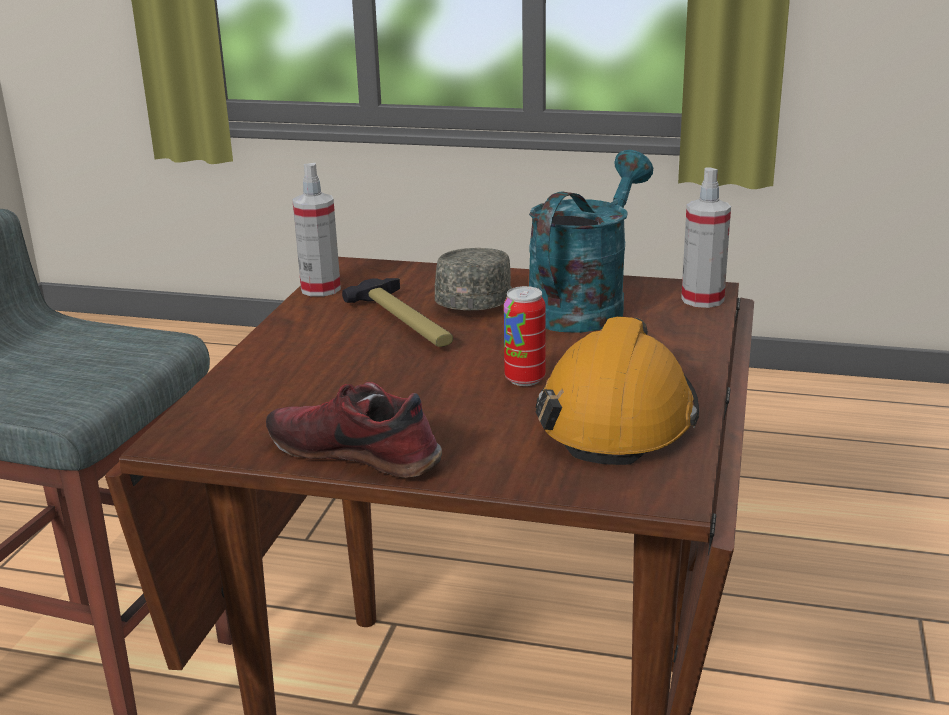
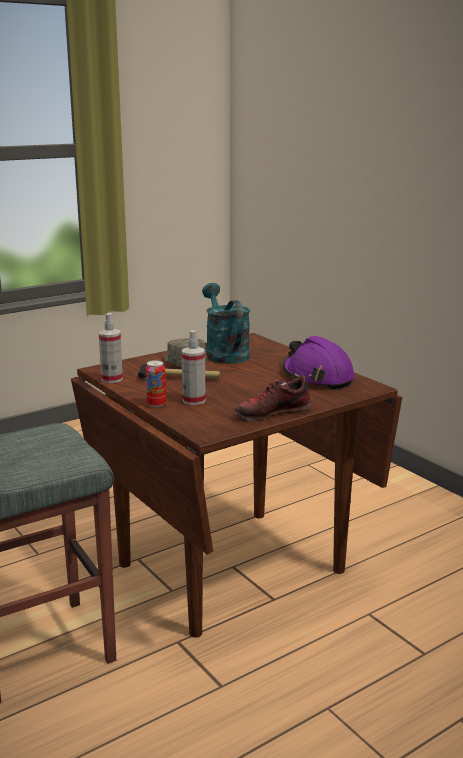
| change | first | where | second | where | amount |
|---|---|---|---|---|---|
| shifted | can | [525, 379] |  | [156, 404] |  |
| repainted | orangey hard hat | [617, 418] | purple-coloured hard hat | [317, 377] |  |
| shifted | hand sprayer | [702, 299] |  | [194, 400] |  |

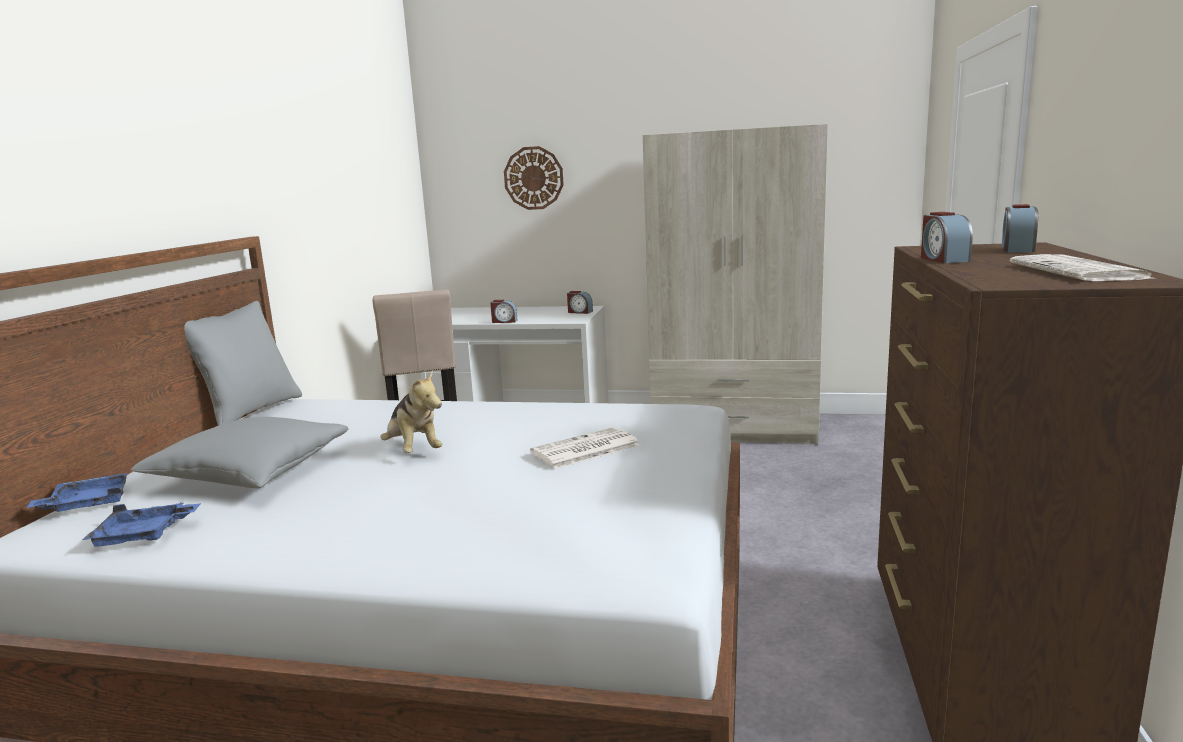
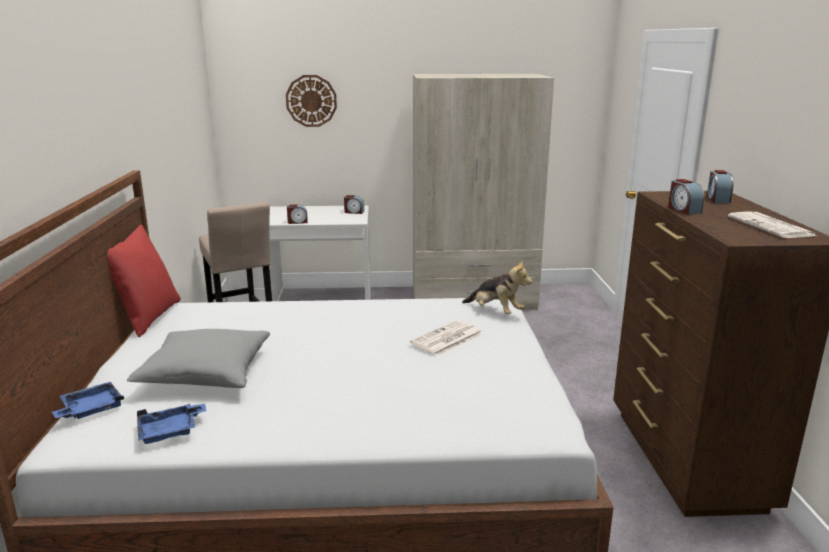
| change | first | where | second | where | amount |
|---|---|---|---|---|---|
| repainted | greyish pillow | [250, 412] | red pillow | [148, 318] |  |
| shifted | soft toy | [413, 451] |  | [495, 312] |  |

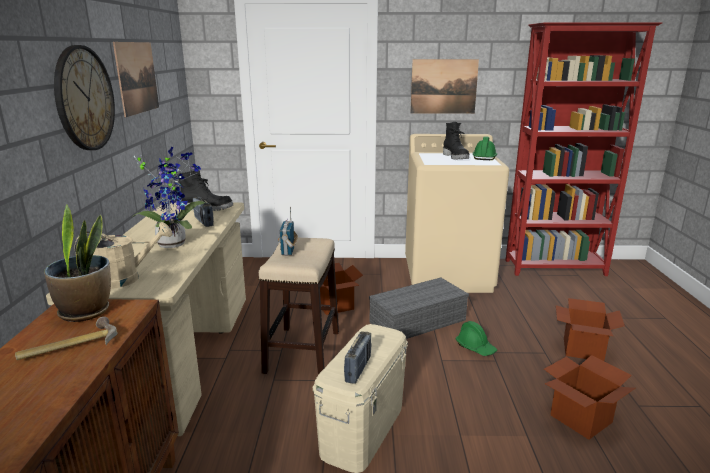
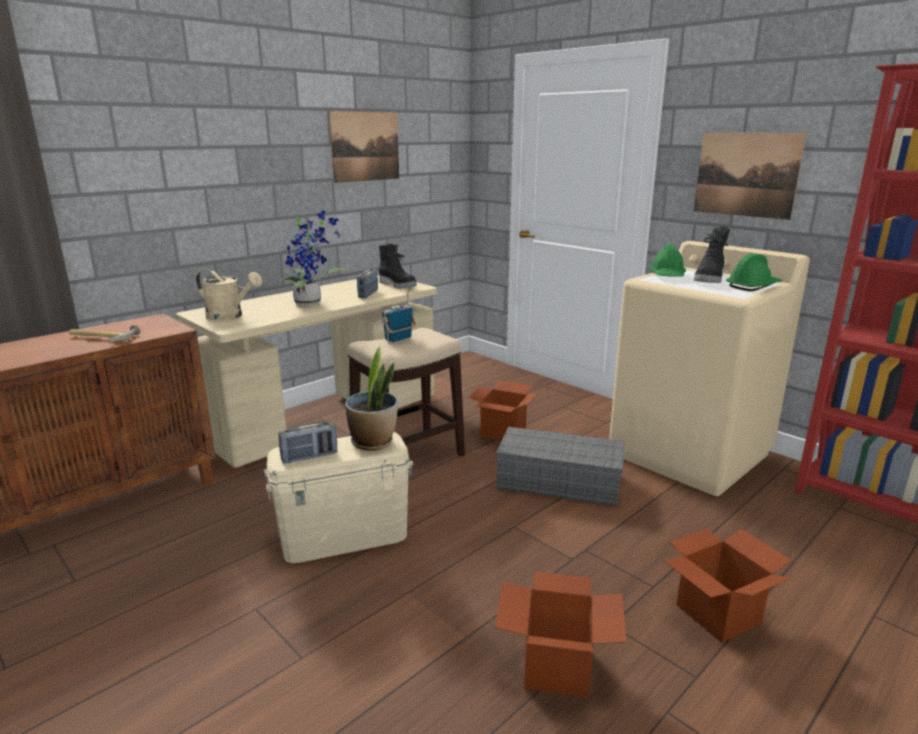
| change | first | where | second | where | amount |
|---|---|---|---|---|---|
| shifted | plant in a pot | [86, 311] |  | [373, 442] |  |
| gone | clock on the wall | [84, 99] |  |  |  |
| shifted | green hard hat | [475, 347] |  | [667, 276] |  |

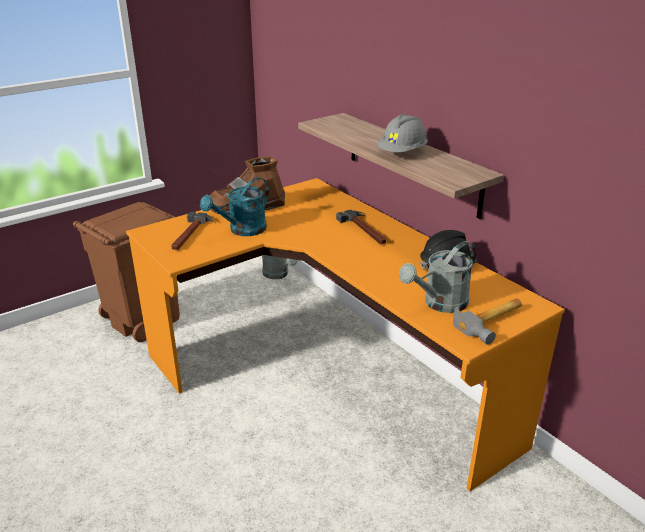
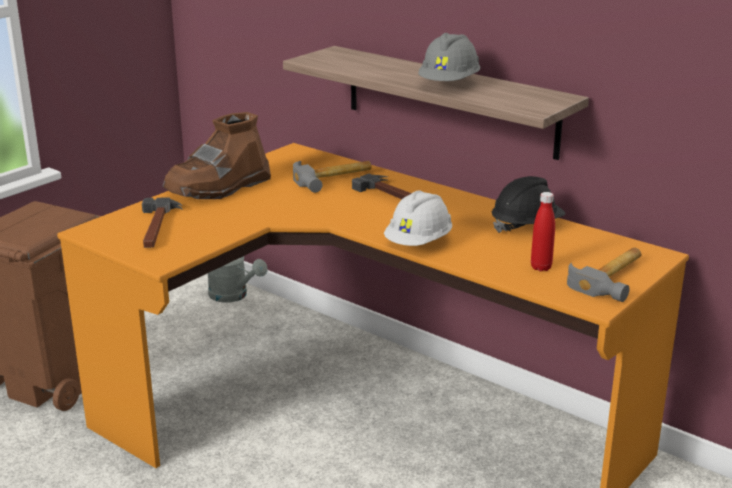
| change | first | where | second | where | amount |
|---|---|---|---|---|---|
| gone | turquoise-coloured watering pot | [242, 230] |  |  |  |
| swapped | greyish watering pot | [440, 304] | red beverage bottle | [541, 267] |  |
| new |  |  | hand hammer | [335, 179] |  |
| new |  |  | white-coloured hard hat | [418, 243] |  |

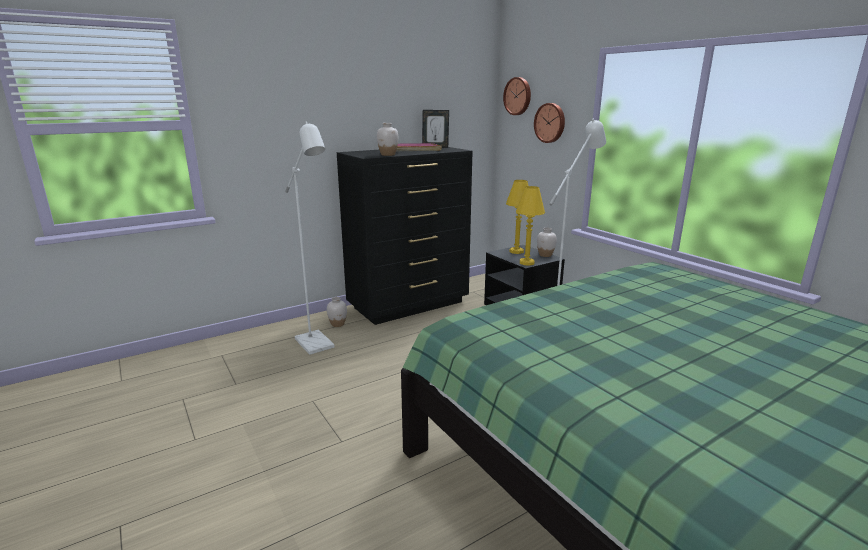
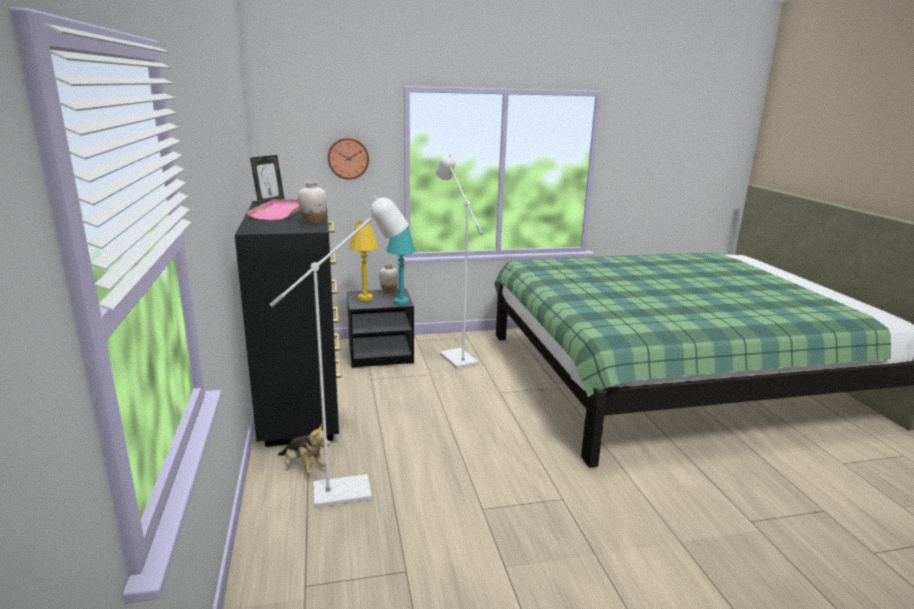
| change | first | where | second | where | amount |
|---|---|---|---|---|---|
| swapped | white-coloured flower vase | [338, 324] | soft toy | [304, 466] |  |
| gone | clock on the wall | [518, 96] |  |  |  |
| repainted | yellowish table lamp | [526, 263] | turquoise-coloured table lamp | [401, 302] |  |

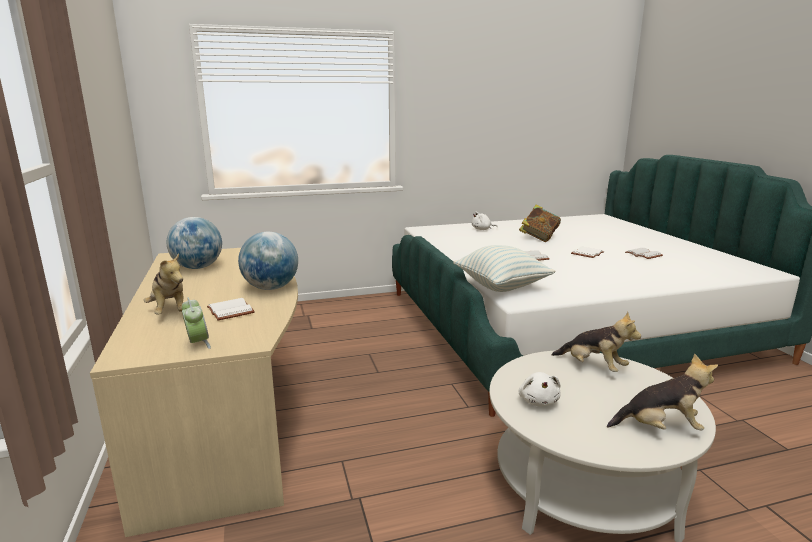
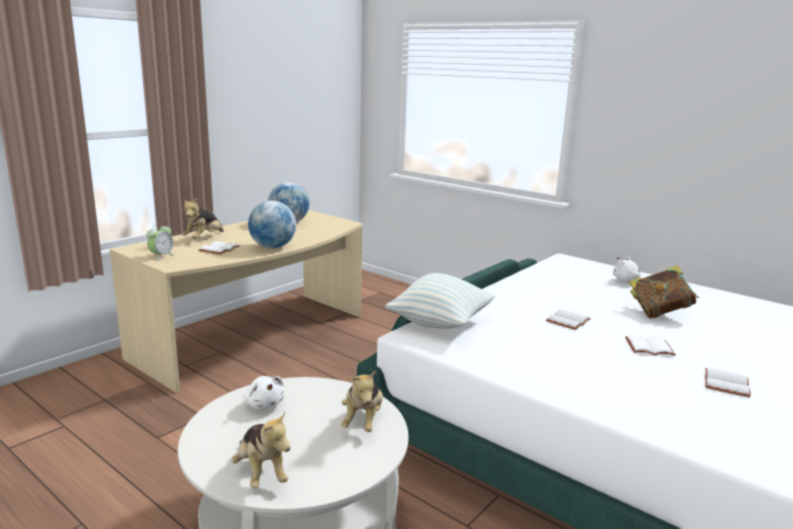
| change | first | where | second | where | amount |
|---|---|---|---|---|---|
| rotated | white-coloured soft toy | [538, 401] |  | [264, 404] | 90 degrees counterclockwise |

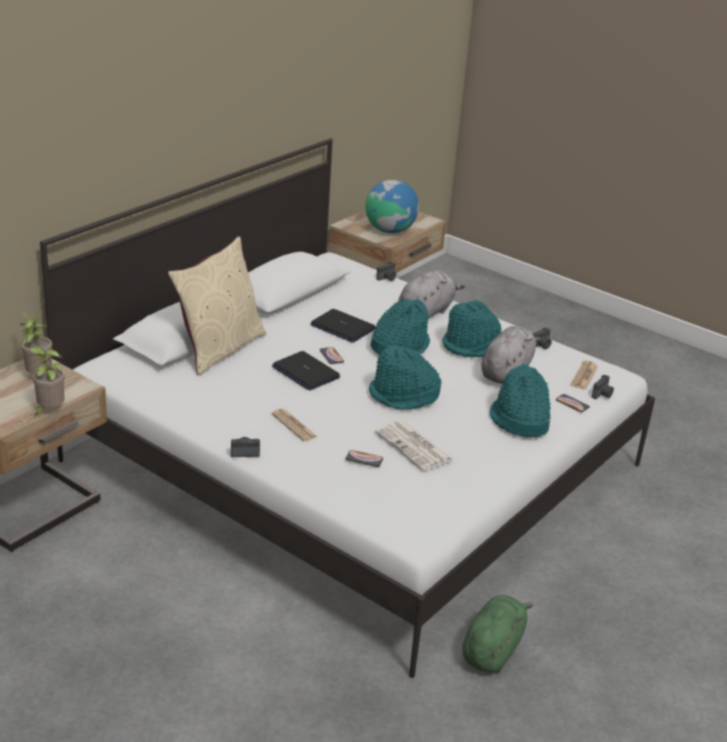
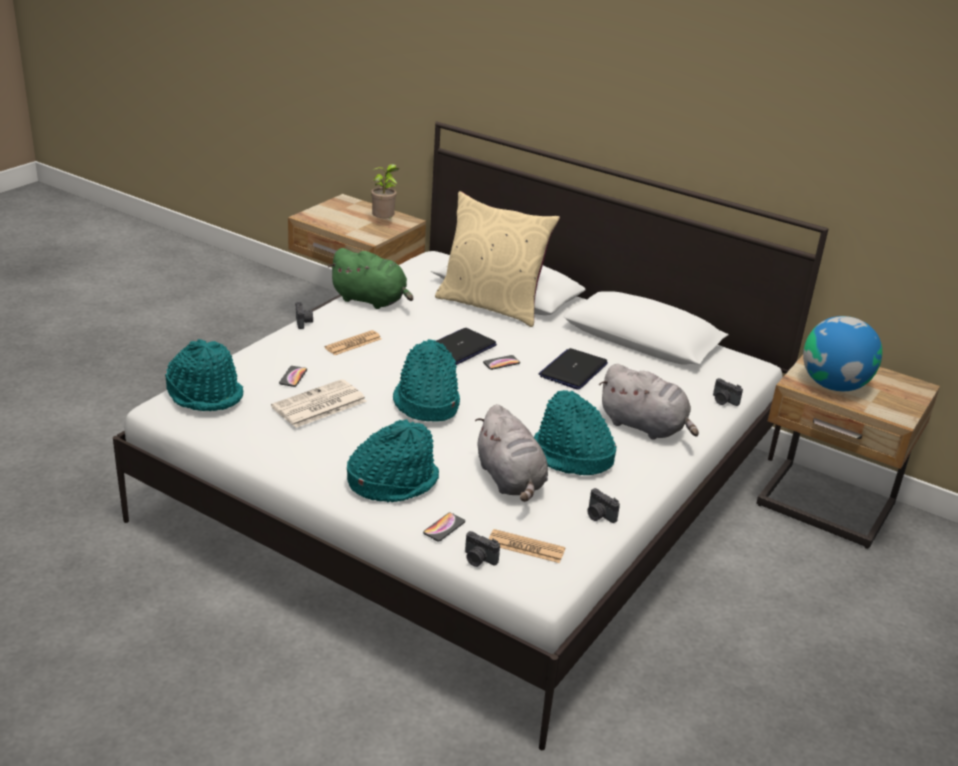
| change | first | where | second | where | amount |
|---|---|---|---|---|---|
| gone | plant in a pot | [49, 410] |  |  |  |
| shifted | turquoise-coloured wearable hat | [399, 346] |  | [206, 395] |  |
| shifted | green soft toy | [492, 650] |  | [371, 300] |  |
| rotated | greyish soft toy | [506, 372] |  | [511, 480] | 45 degrees clockwise |

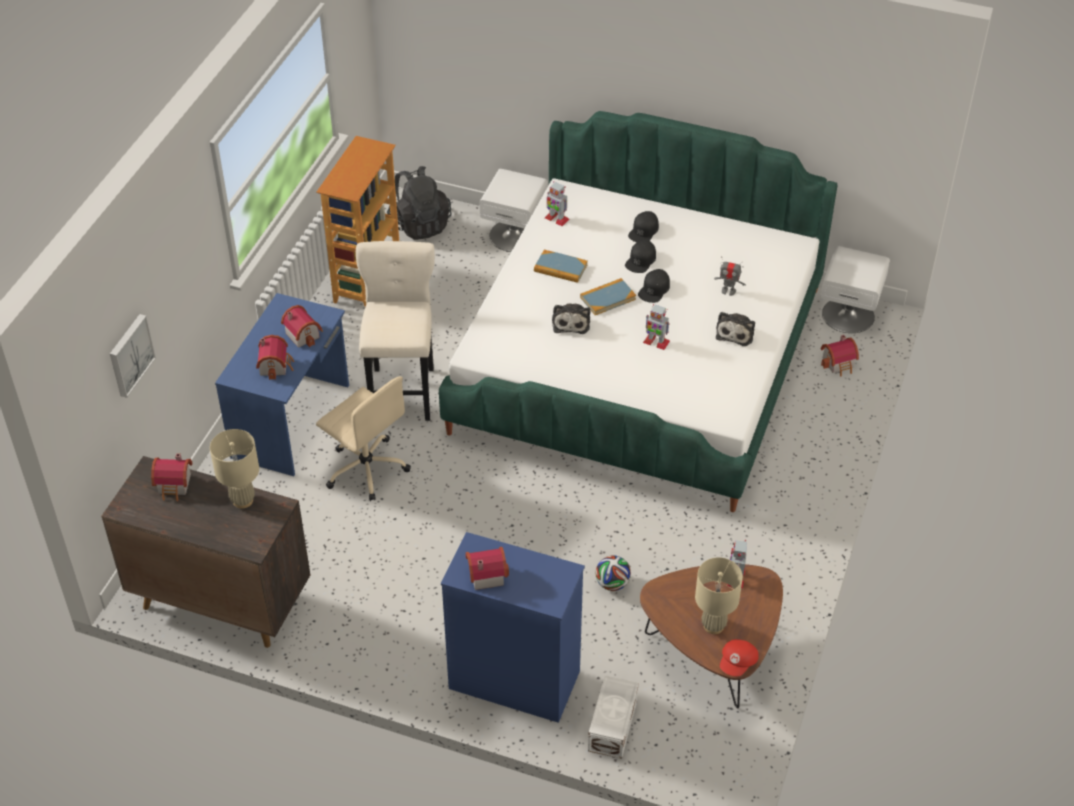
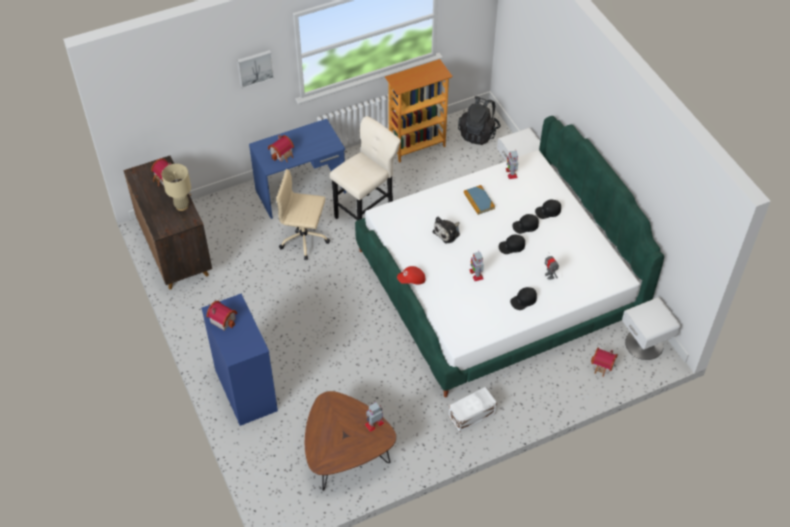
| change | first | where | second | where | amount |
|---|---|---|---|---|---|
| shifted | picture | [130, 355] |  | [255, 68] |  |
| gone | model house | [304, 334] |  |  |  |
| rotated | beige-coloured office chair | [366, 468] |  | [305, 239] | 105 degrees clockwise |
| gone | bound book | [607, 298] |  |  |  |
| shifted | white-coloured storage container | [614, 725] |  | [472, 415] |  |
| gone | ball for football | [612, 584] |  |  |  |
| gone | beige-coloured table lamp | [713, 625] |  |  |  |
| swapped | soft toy | [736, 332] | black-coloured cap | [523, 300] |  |
| shifted | red cap | [738, 663] |  | [412, 280] |  |

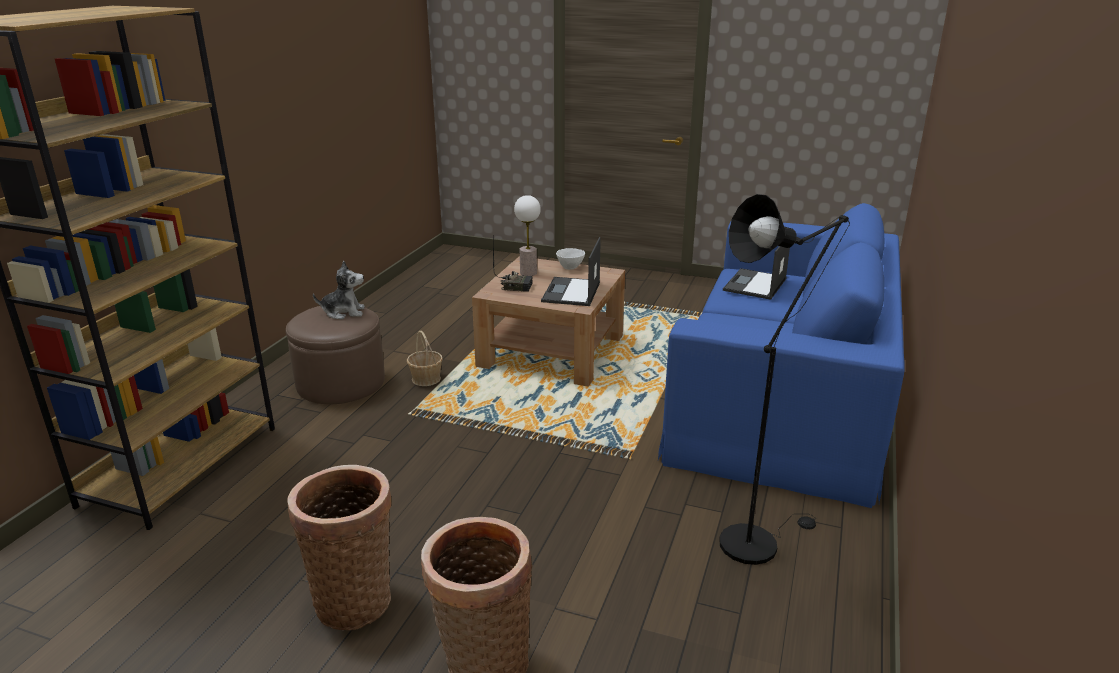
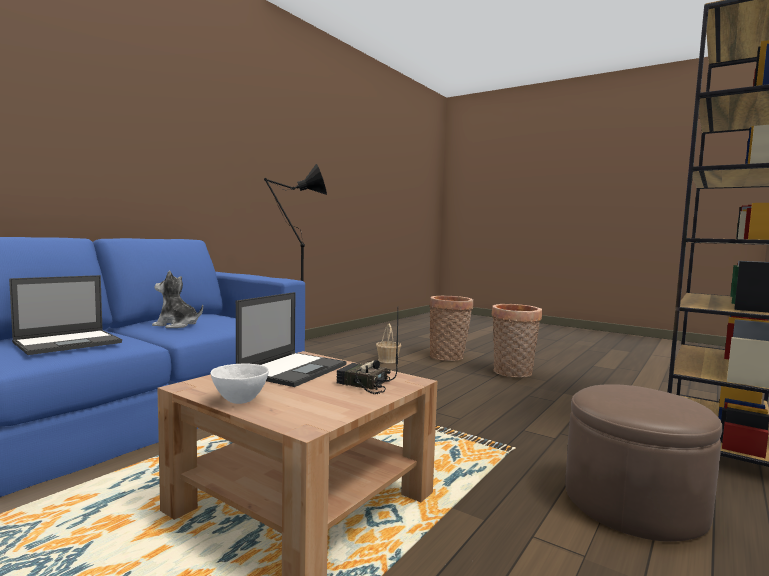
| change | first | where | second | where | amount |
|---|---|---|---|---|---|
| shifted | soft toy | [344, 312] |  | [177, 325] |  |
| shifted | storage basket | [426, 379] |  | [388, 360] |  |
| gone | table lamp | [528, 273] |  |  |  |

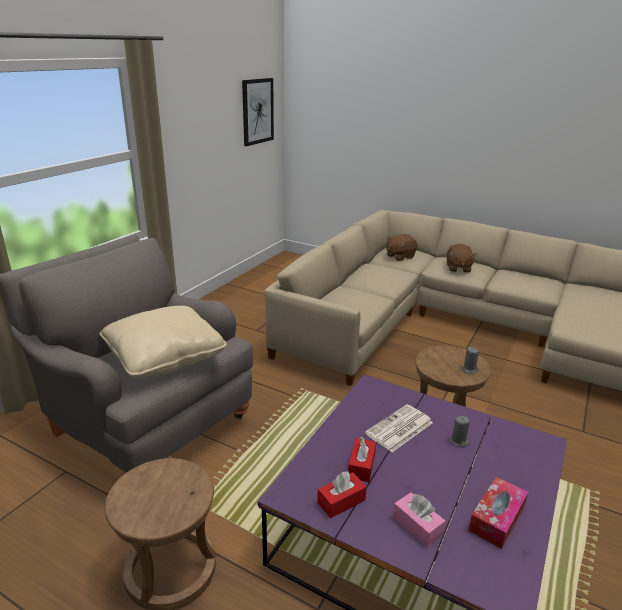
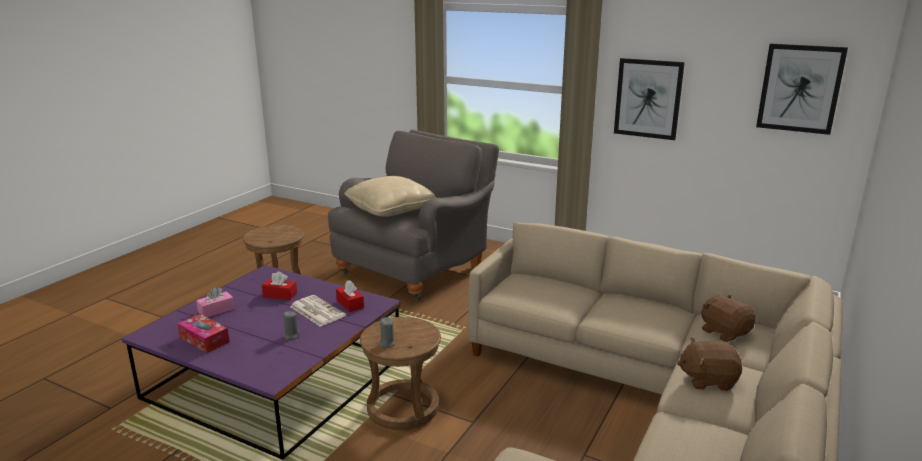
| change | first | where | second | where | amount |
|---|---|---|---|---|---|
| shifted | red tissue holder | [341, 501] |  | [350, 304] |  |
| new |  |  | picture | [648, 98] |  |

